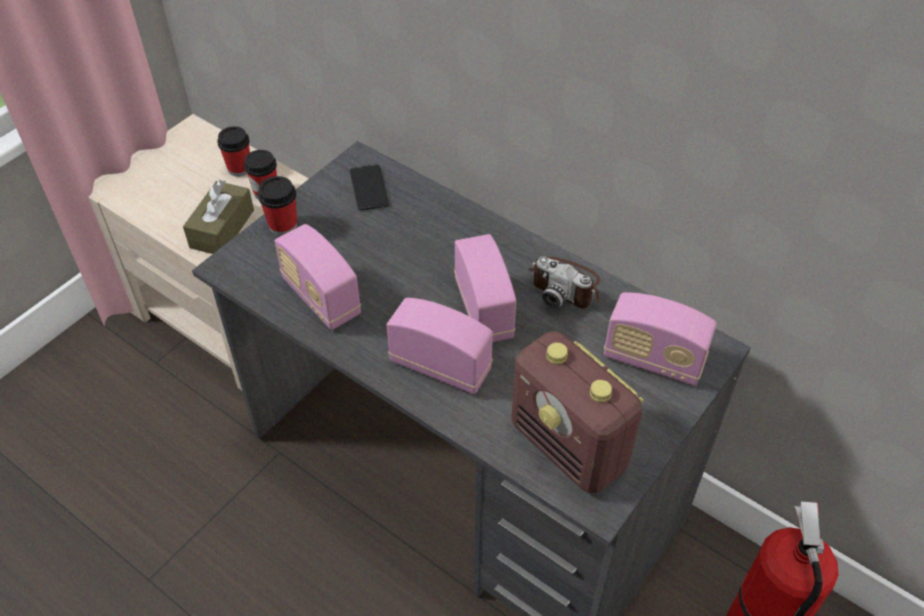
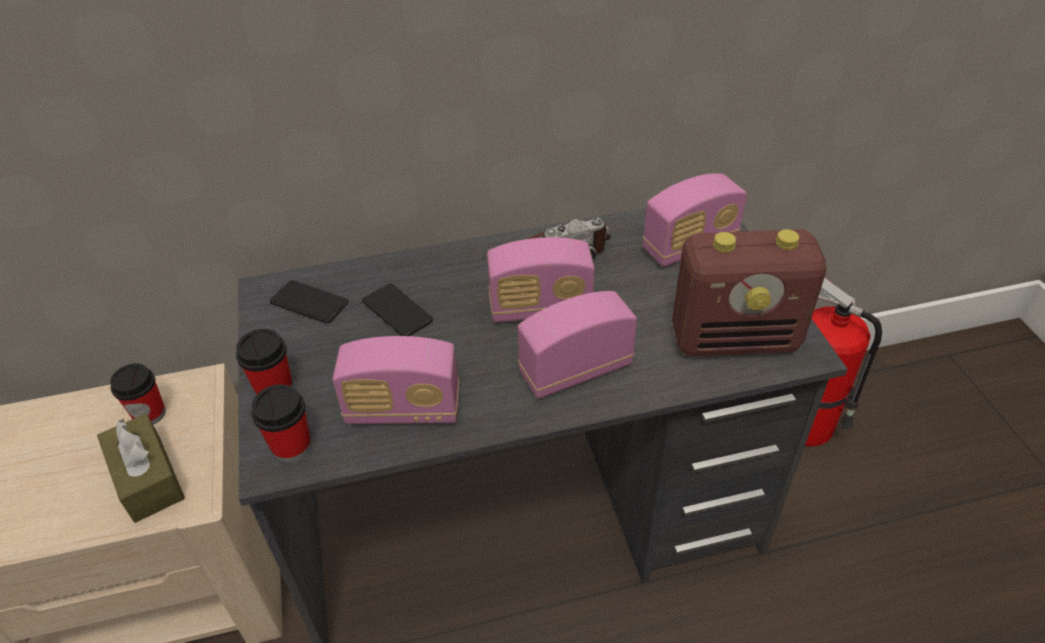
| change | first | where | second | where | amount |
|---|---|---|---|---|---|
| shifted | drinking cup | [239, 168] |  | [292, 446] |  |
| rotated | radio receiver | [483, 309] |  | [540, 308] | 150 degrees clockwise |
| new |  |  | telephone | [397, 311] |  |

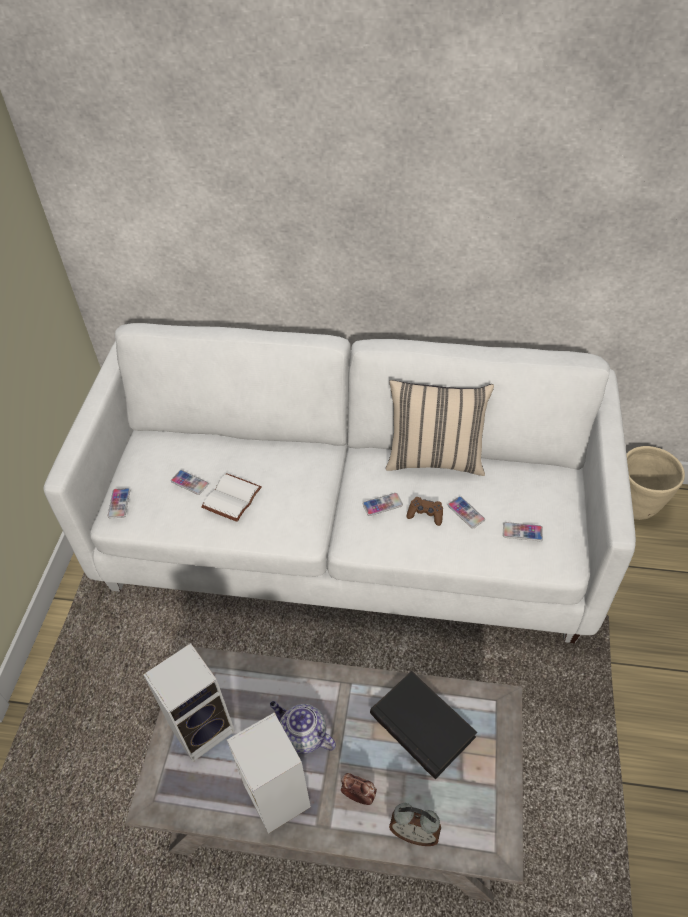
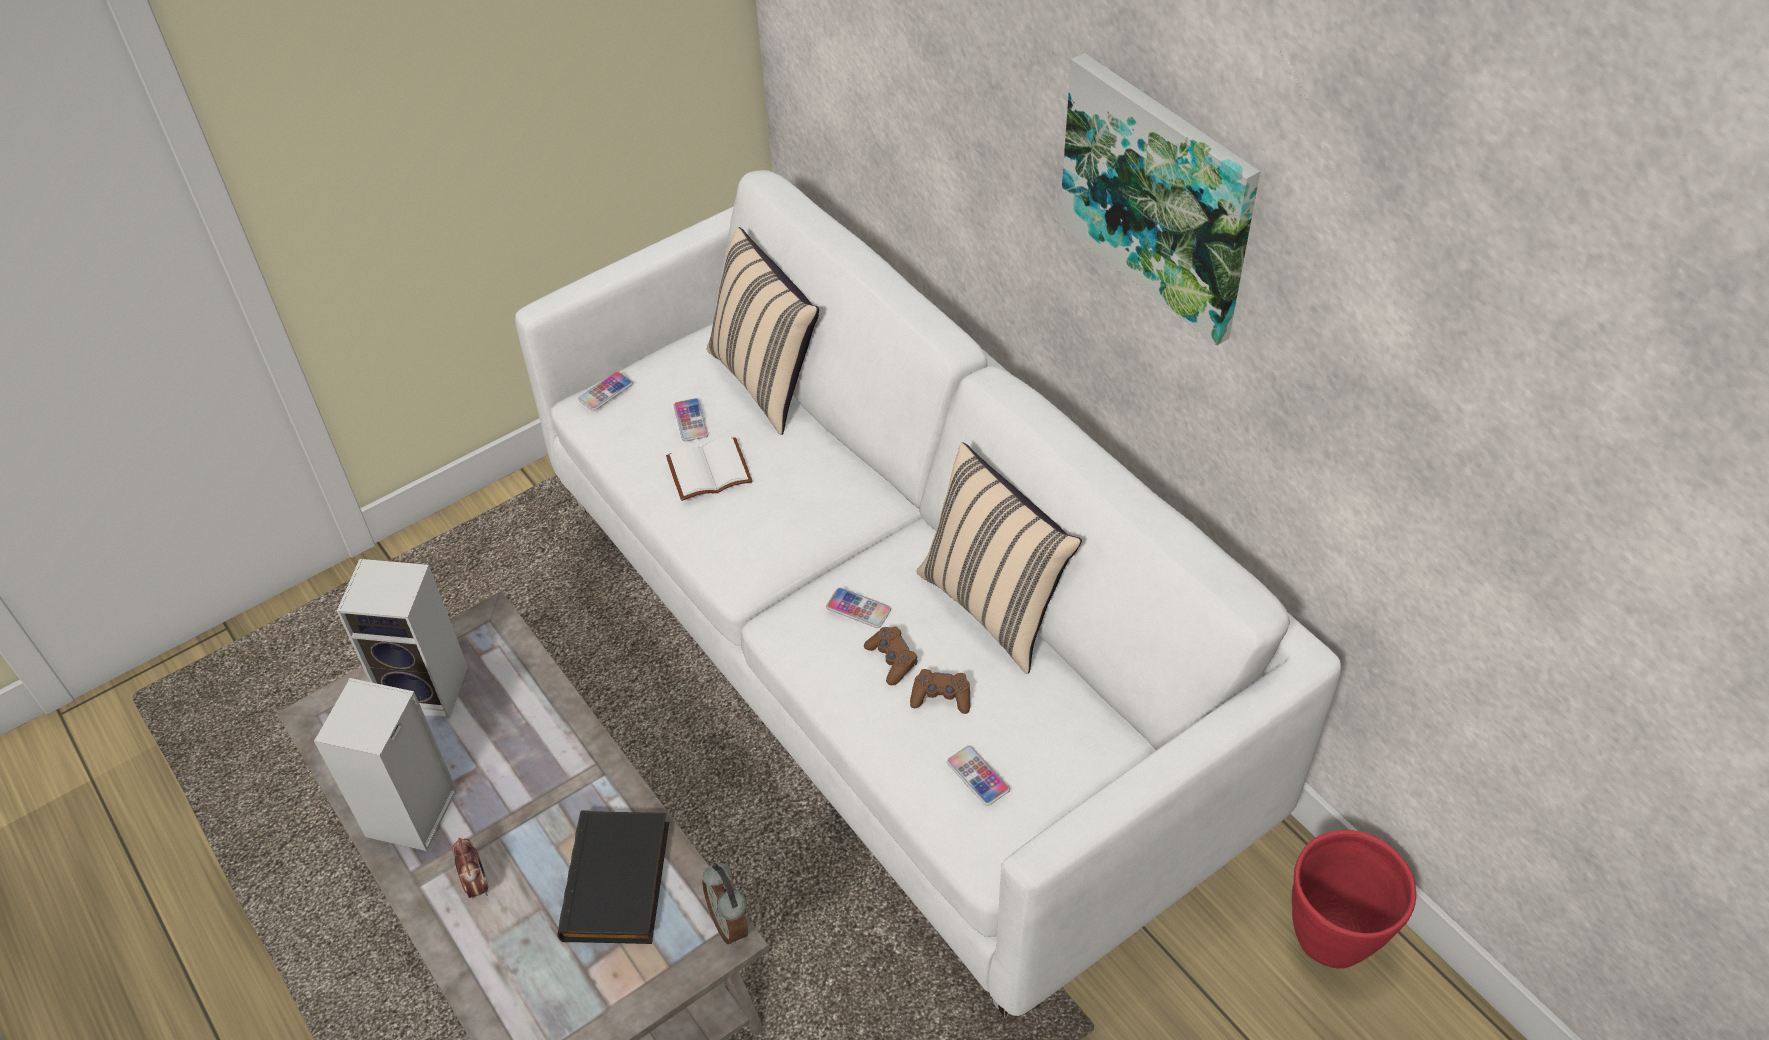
| change | first | where | second | where | amount |
|---|---|---|---|---|---|
| gone | teapot | [303, 735] |  |  |  |
| shifted | alarm clock | [414, 832] |  | [730, 922] |  |
| swapped | telephone | [466, 512] | brown joypad | [941, 697] |  |
| repainted | beige-coloured planter | [637, 507] | red planter | [1332, 939] |  |
| new |  |  | beige-coloured pillow | [767, 380] |  |
| new |  |  | picture | [1158, 196] |  |

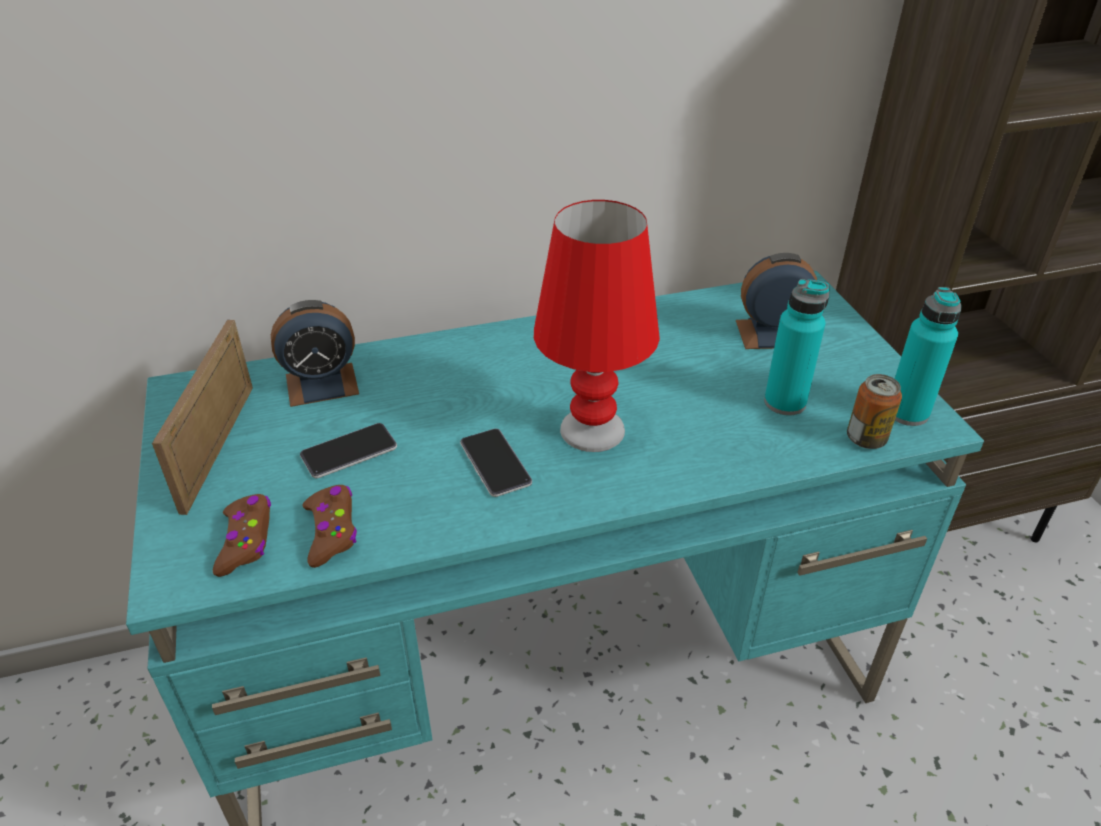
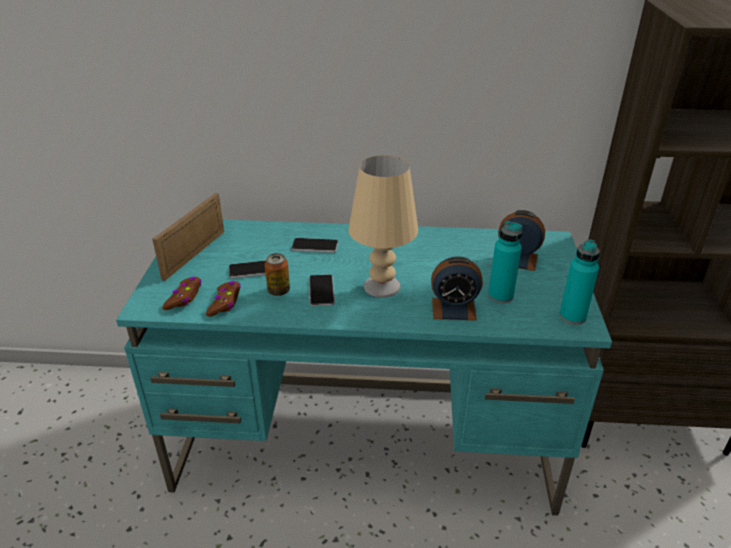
| change | first | where | second | where | amount |
|---|---|---|---|---|---|
| shifted | alarm clock | [322, 384] |  | [453, 309] |  |
| repainted | red table lamp | [591, 429] | beige-coloured table lamp | [381, 286] |  |
| shifted | can | [866, 439] |  | [278, 291] |  |
| new |  |  | telephone | [315, 246] |  |

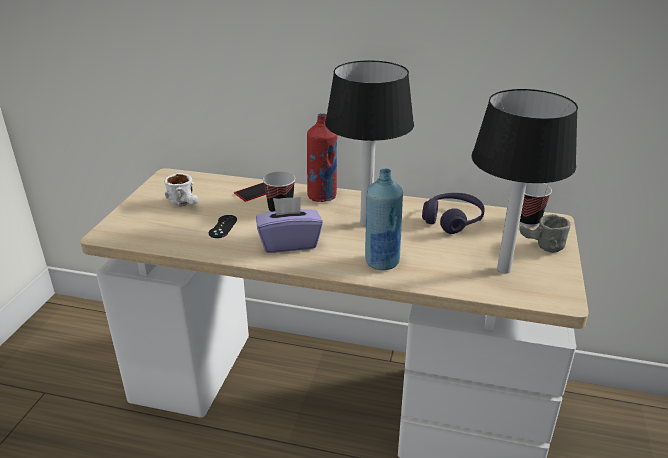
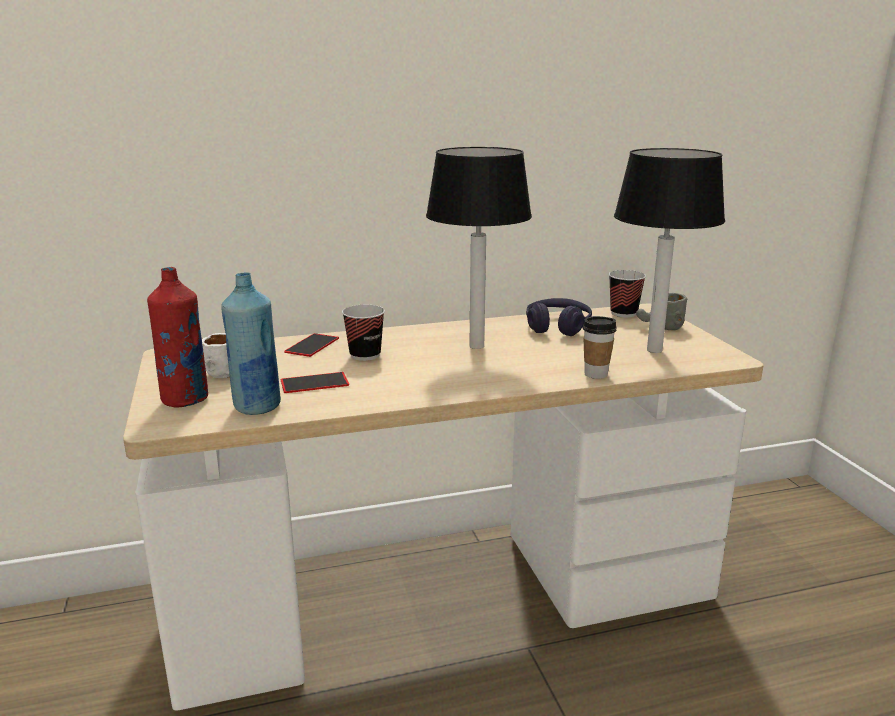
| change | first | where | second | where | amount |
|---|---|---|---|---|---|
| swapped | black-coloured joypad | [223, 226] | telephone | [314, 383] |  |
| gone | purple-coloured tissue holder | [289, 243] |  |  |  |
| shifted | red beverage bottle | [322, 196] |  | [185, 399] |  |
| shifted | blue-coloured beverage bottle | [381, 262] |  | [257, 407] |  |
| new |  |  | drinking cup | [596, 374] |  |

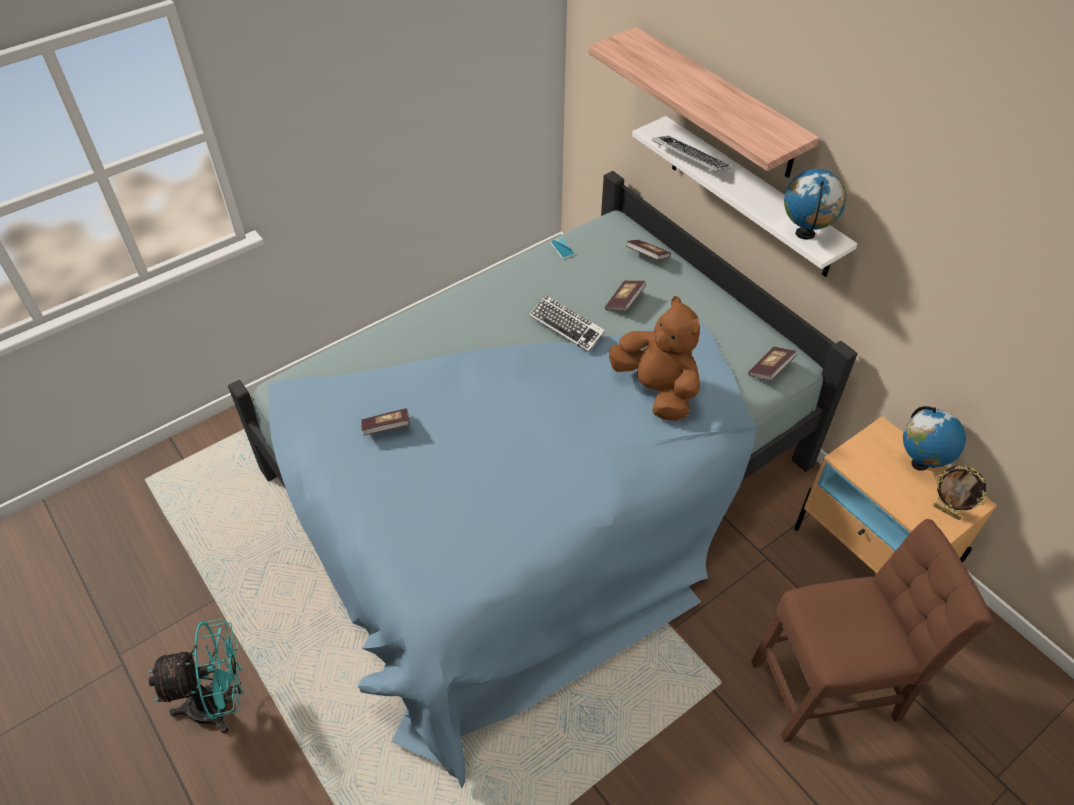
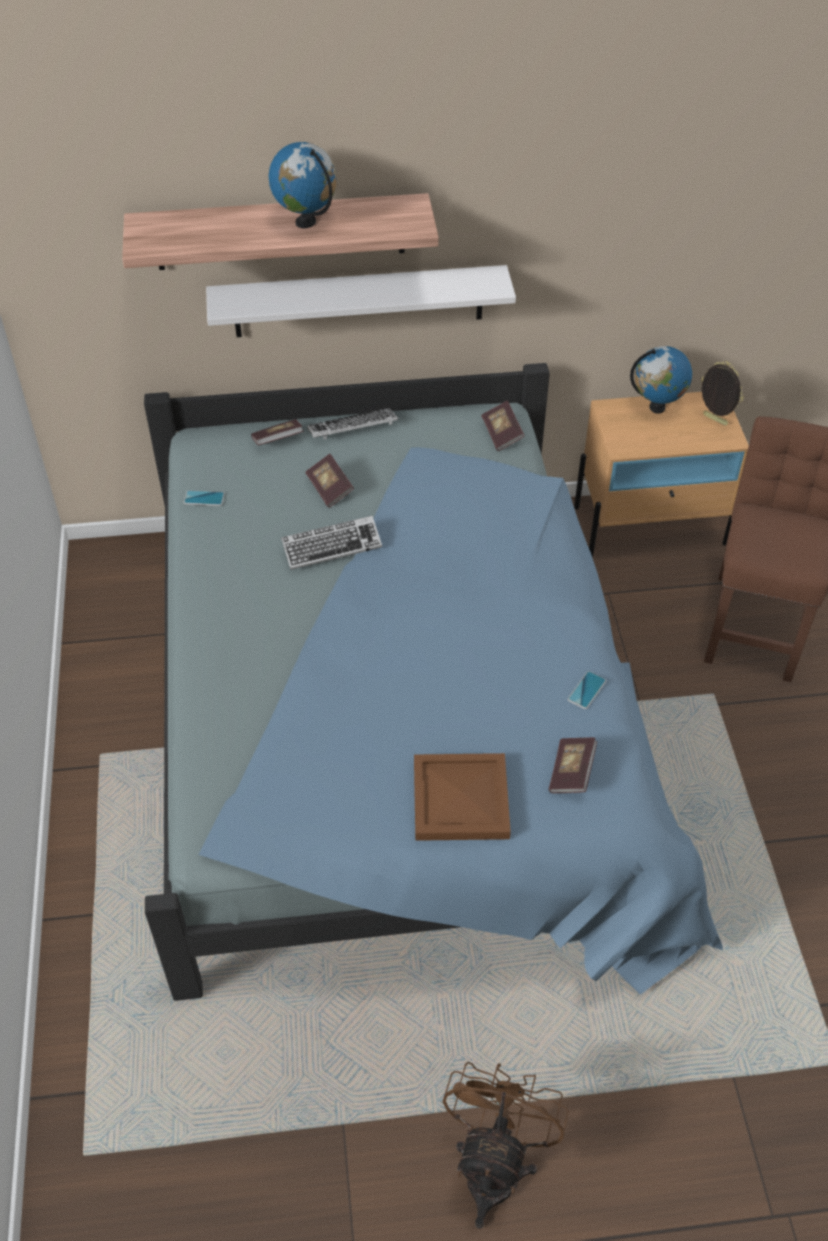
| change | first | where | second | where | amount |
|---|---|---|---|---|---|
| repainted | turquoise-coloured fan | [220, 704] | brown fan | [494, 1164] |  |
| shifted | bound book | [386, 428] |  | [571, 773] |  |
| gone | brown soft toy | [656, 390] |  |  |  |
| shifted | keyboard | [689, 159] |  | [352, 428] |  |
| shifted | desk globe | [805, 234] |  | [306, 222] |  |
| rotated | standing frame | [946, 511] |  | [714, 420] | 120 degrees counterclockwise |
| new |  |  | brown carrying tray | [462, 801] |  |
| new |  |  | telephone | [586, 690] |  |

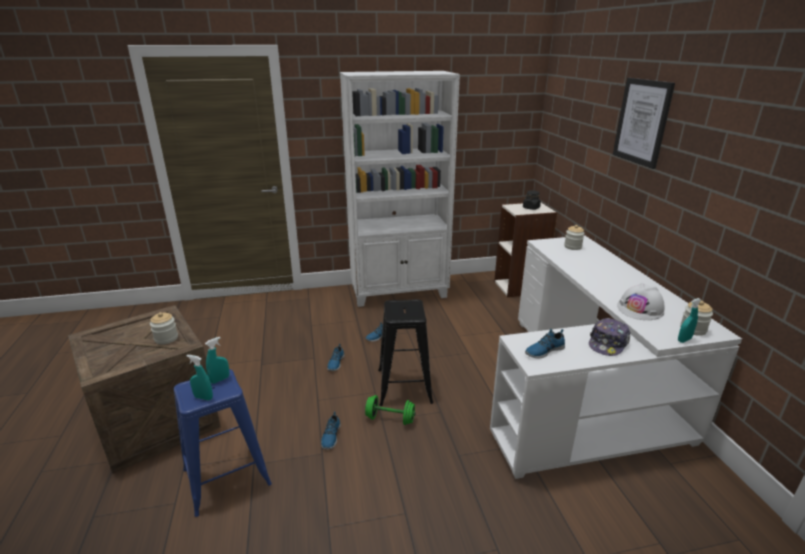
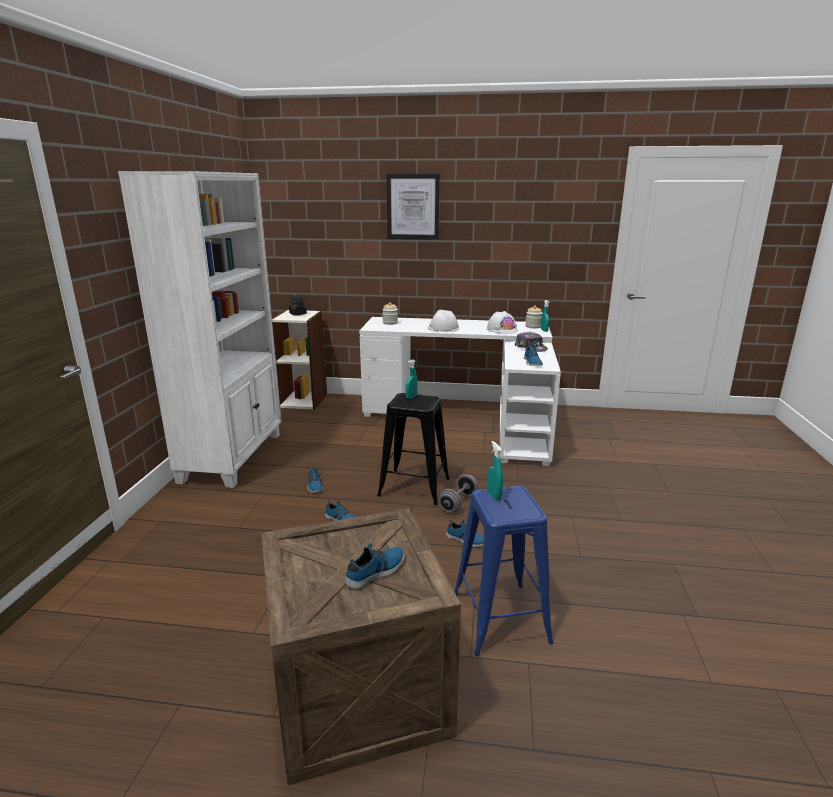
| change | first | where | second | where | amount |
|---|---|---|---|---|---|
| gone | jar | [166, 338] |  |  |  |
| shifted | turquoise-coloured hand sprayer | [203, 397] |  | [411, 397] |  |
| repainted | green free weight | [390, 419] | greyish free weight | [458, 503] |  |
| new |  |  | shoe | [376, 571] |  |
| new |  |  | white-coloured hard hat | [442, 328] |  |

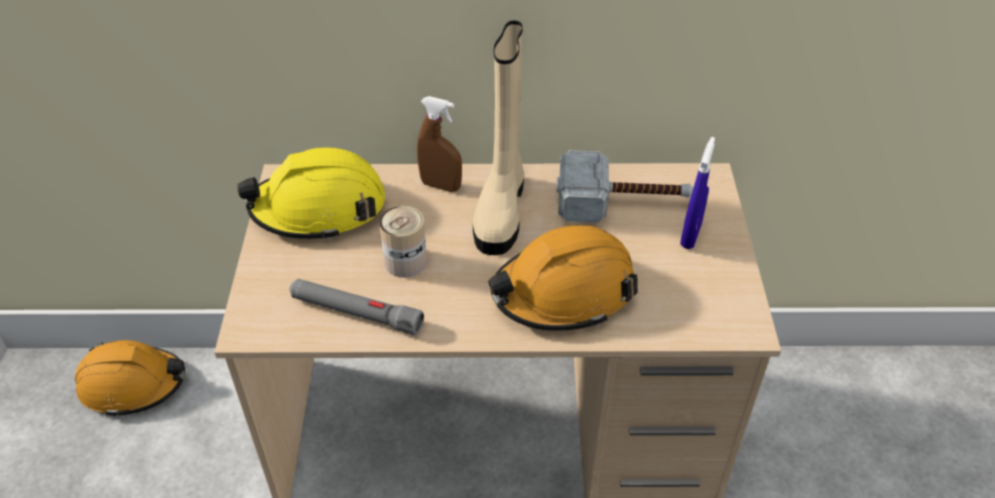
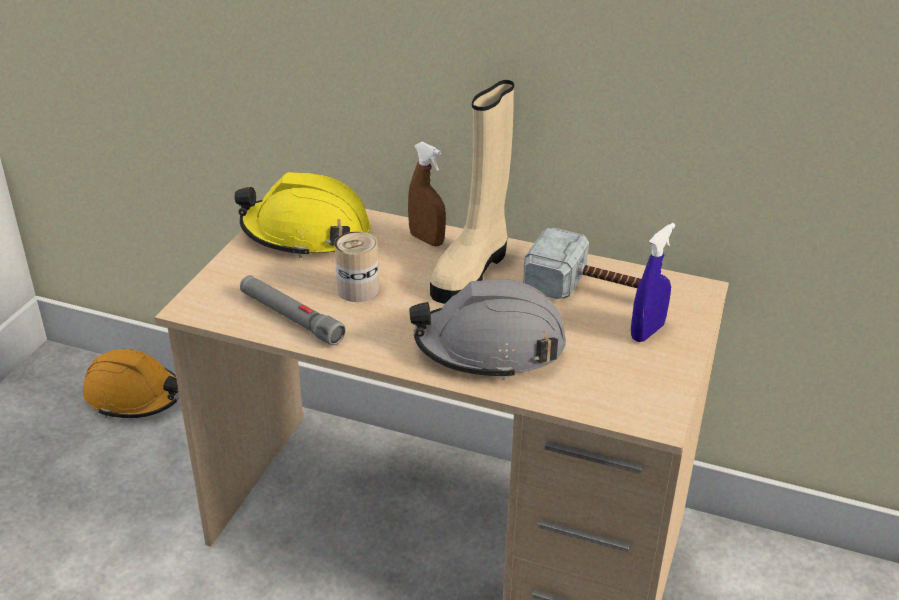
| change | first | where | second | where | amount |
|---|---|---|---|---|---|
| repainted | orangey hard hat | [563, 292] | greyish hard hat | [490, 347] |  |

